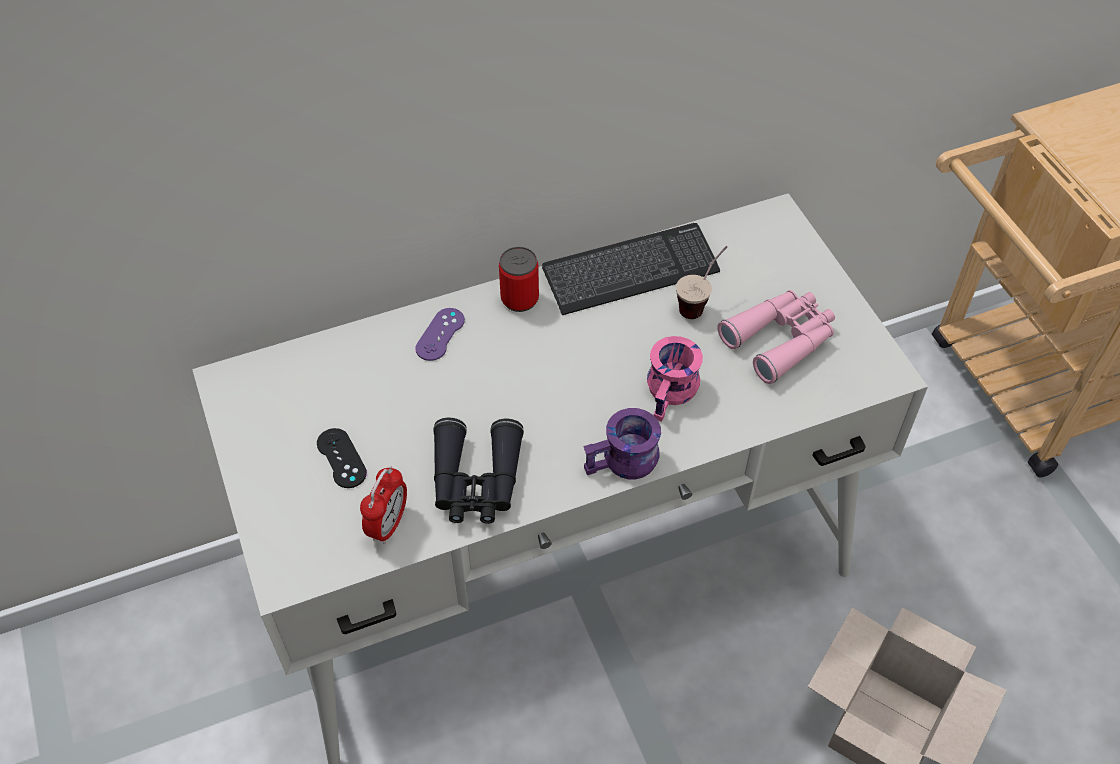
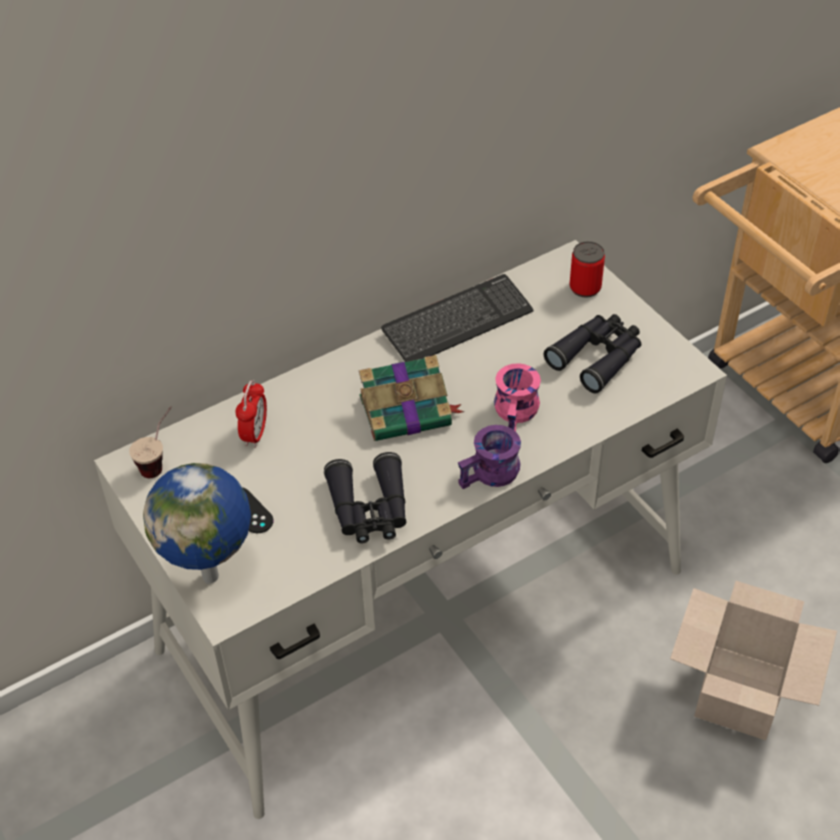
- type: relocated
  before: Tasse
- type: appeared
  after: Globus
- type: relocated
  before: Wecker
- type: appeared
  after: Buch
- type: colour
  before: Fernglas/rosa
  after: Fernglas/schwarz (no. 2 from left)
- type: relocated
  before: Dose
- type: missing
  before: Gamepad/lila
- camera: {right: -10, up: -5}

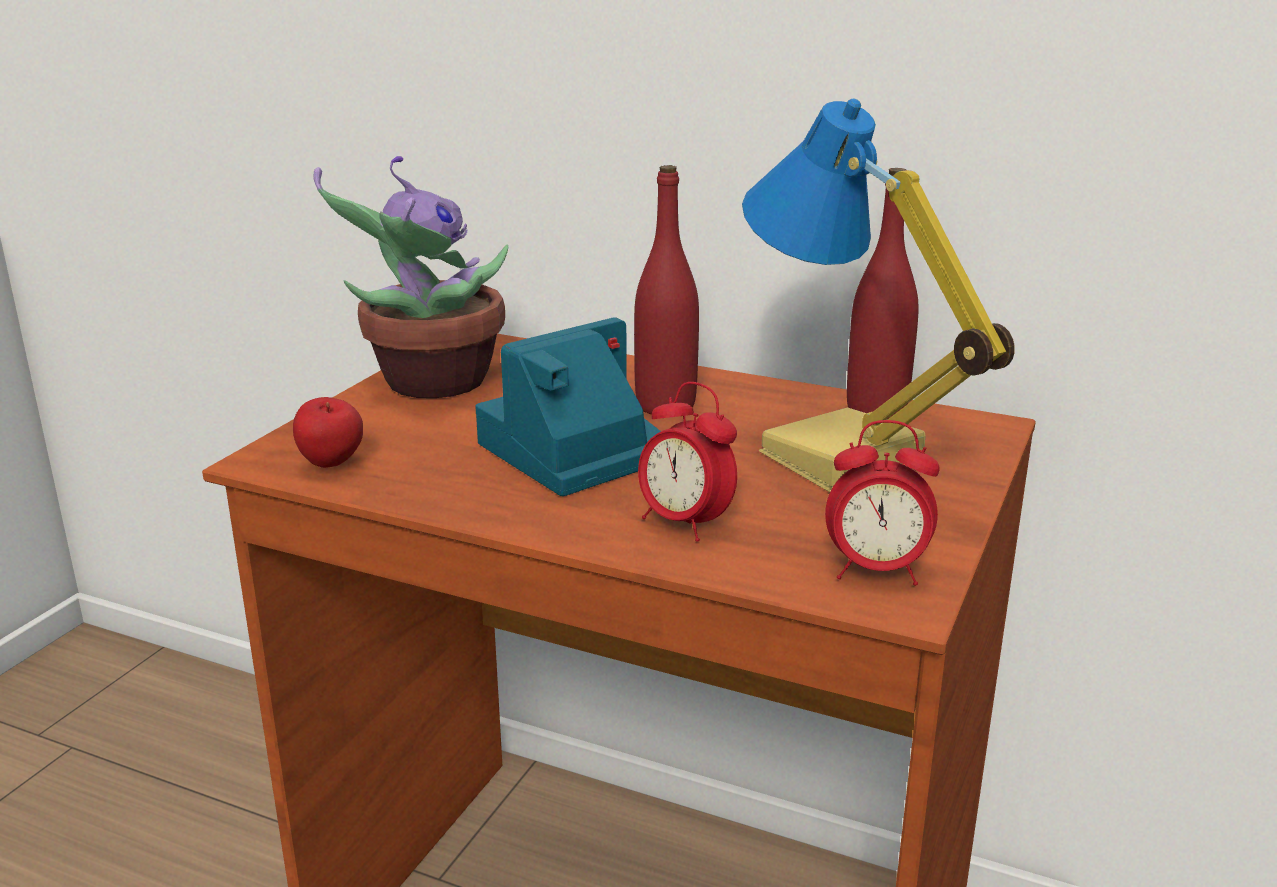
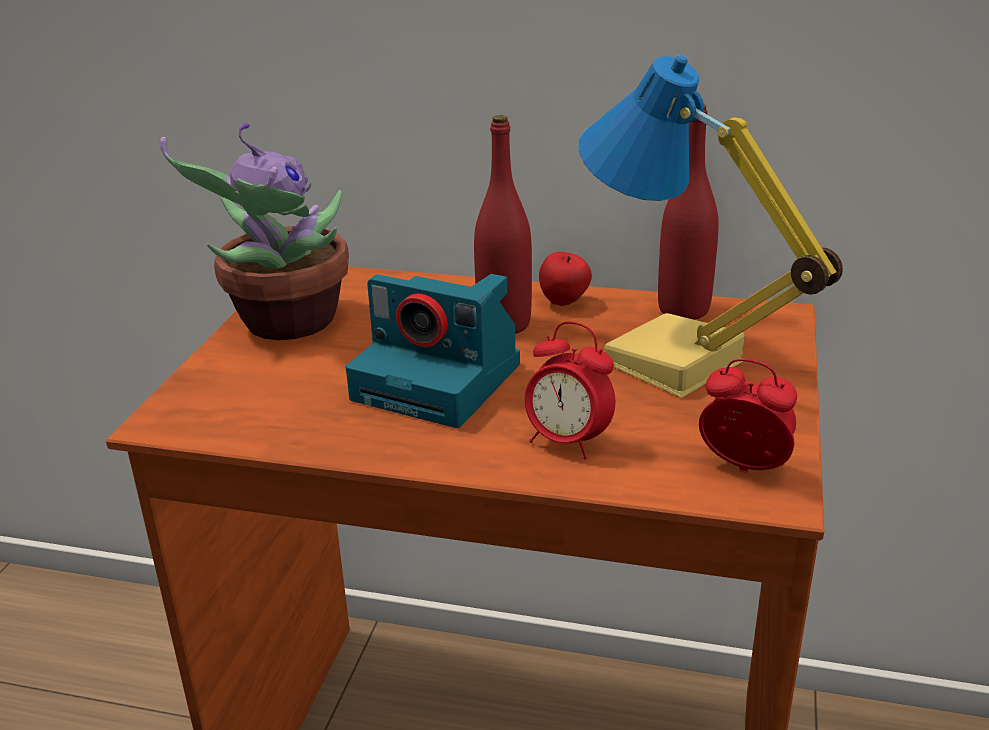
- type: spun
  before: Kamera
  turn: -105
- type: relocated
  before: Apfel
- type: spun
  before: Wecker (no. 2 from left)
  turn: -150
- camera: {right: -10, up: 5}

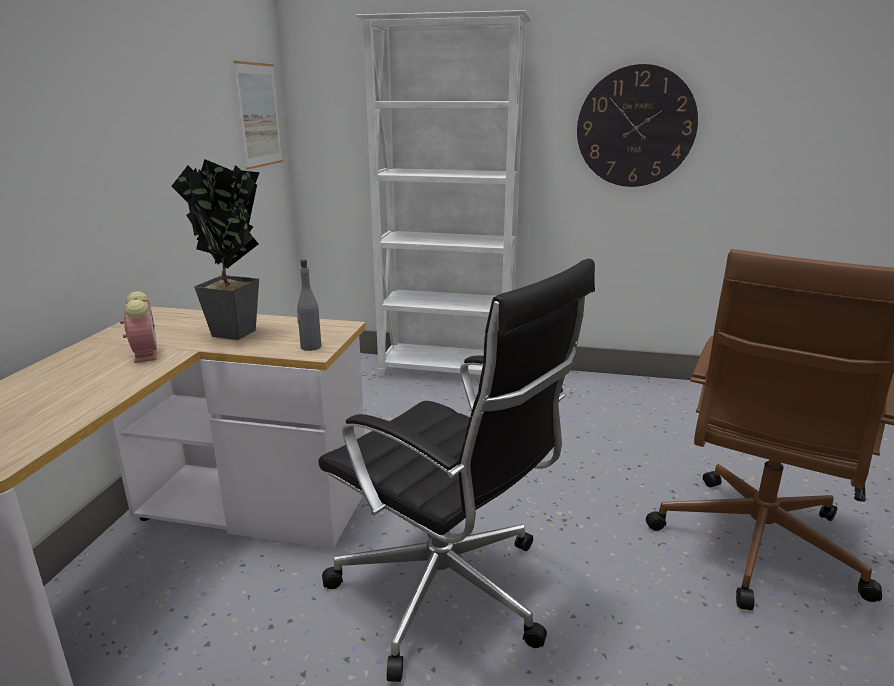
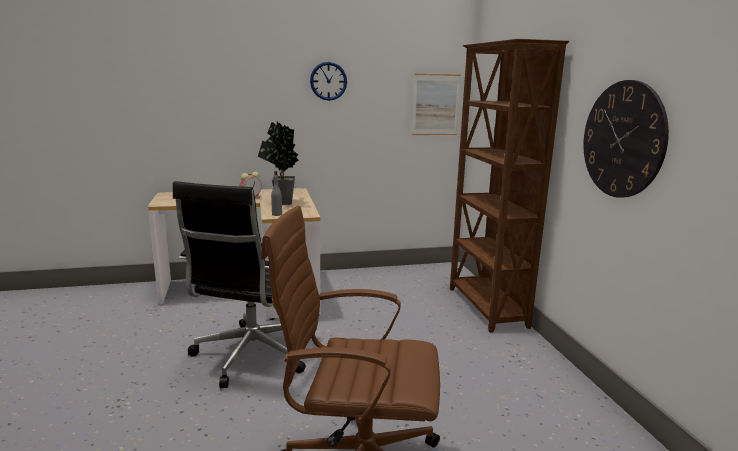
- type: appeared
  after: Wanduhr (no. 1 from left)
- type: colour
  before: Bücherregal/weiß
  after: Bücherregal/braun
- camera: {right: 65, up: -5}

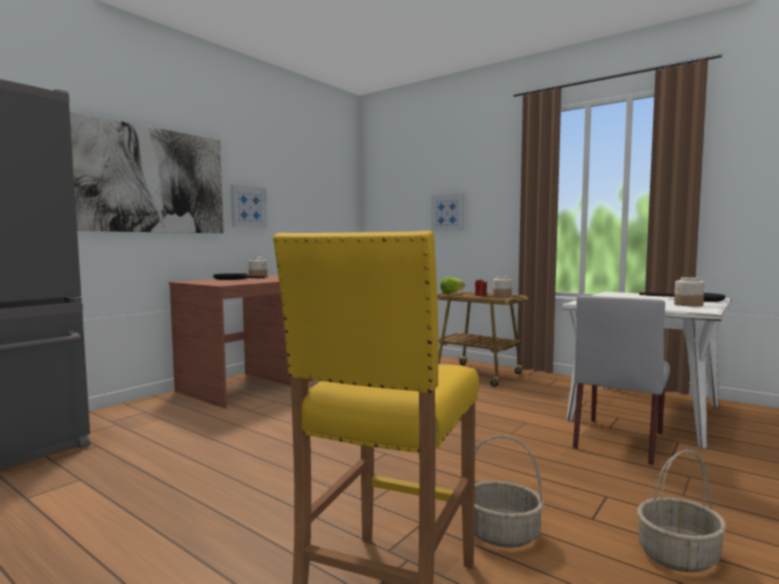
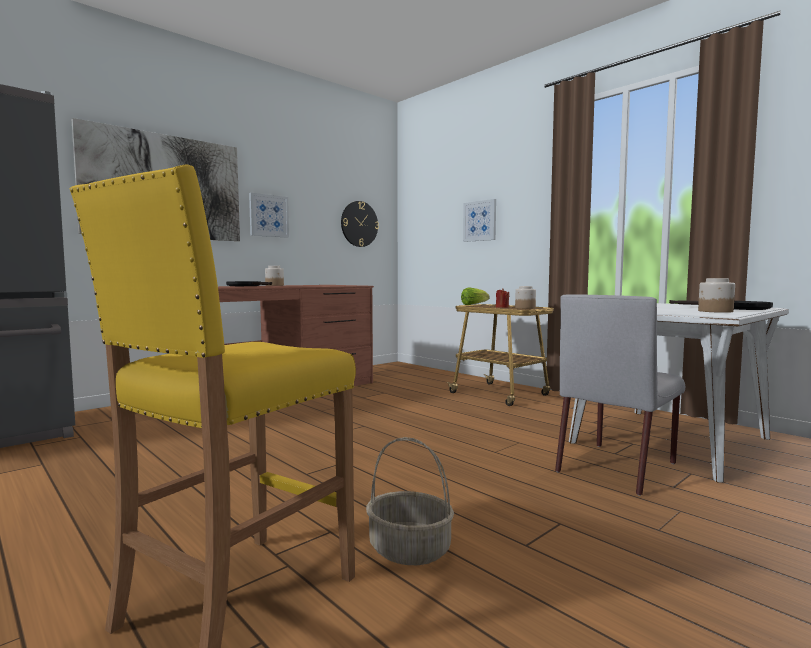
- type: appeared
  after: Wanduhr
- type: missing
  before: Korb (no. 2 from left)
- camera: {right: 10, up: 0}

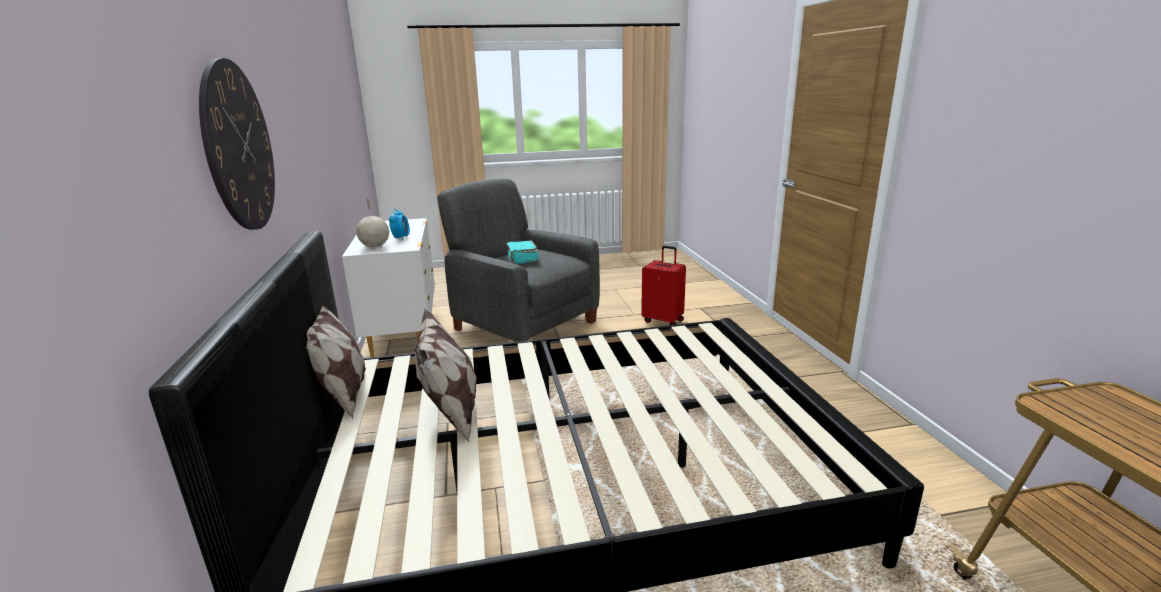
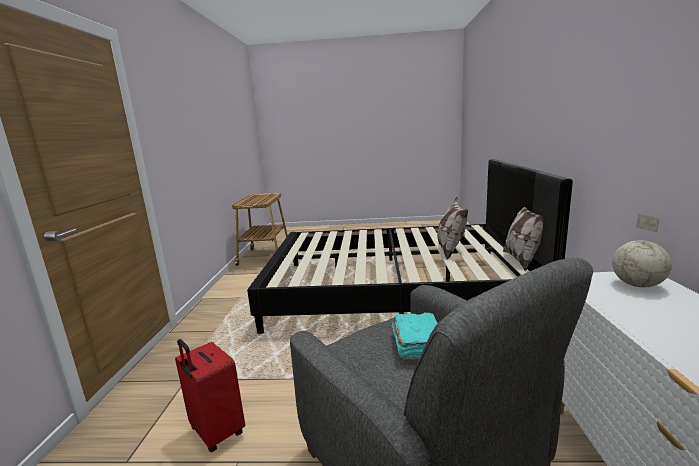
- type: missing
  before: Wanduhr
- type: missing
  before: Wecker
- camera: {right: -165, up: -5}

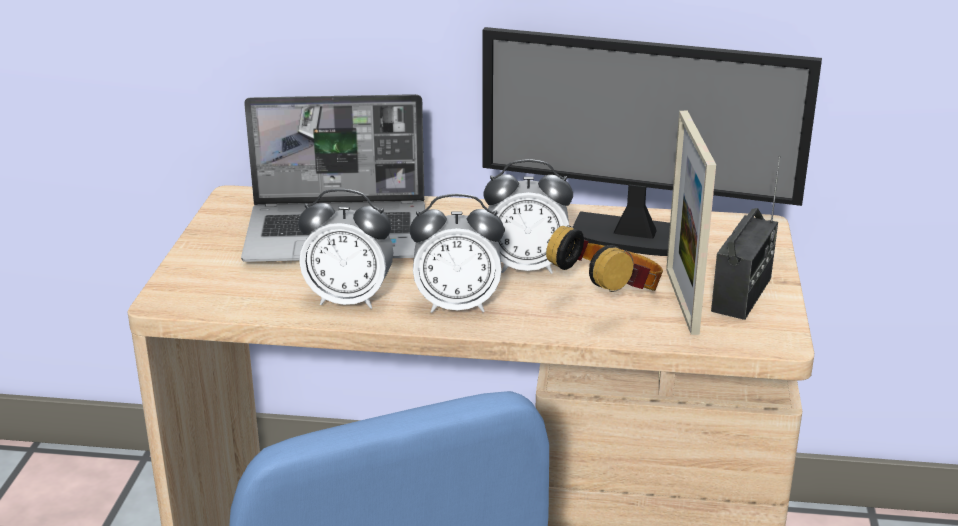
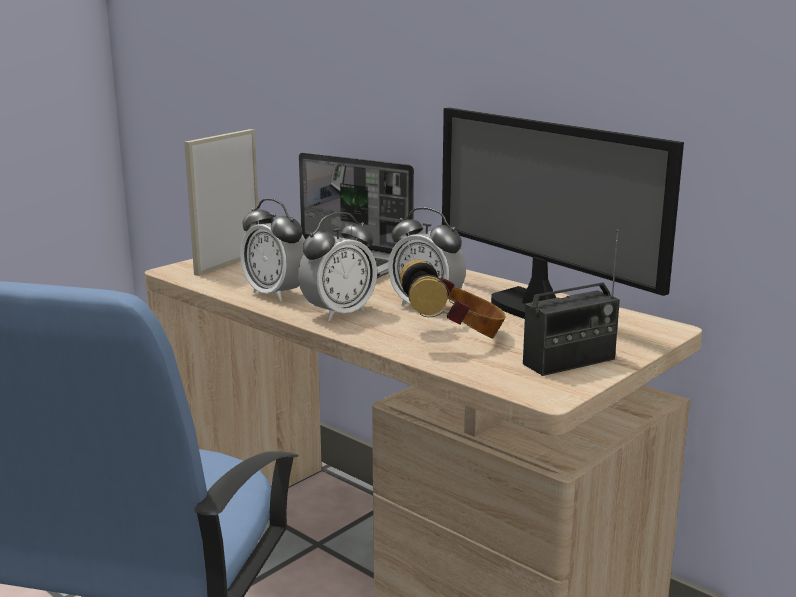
- type: relocated
  before: Bilderrahmen
- type: spun
  before: Wecker (no. 2 from left)
  turn: -75
- camera: {right: 35, up: -10}

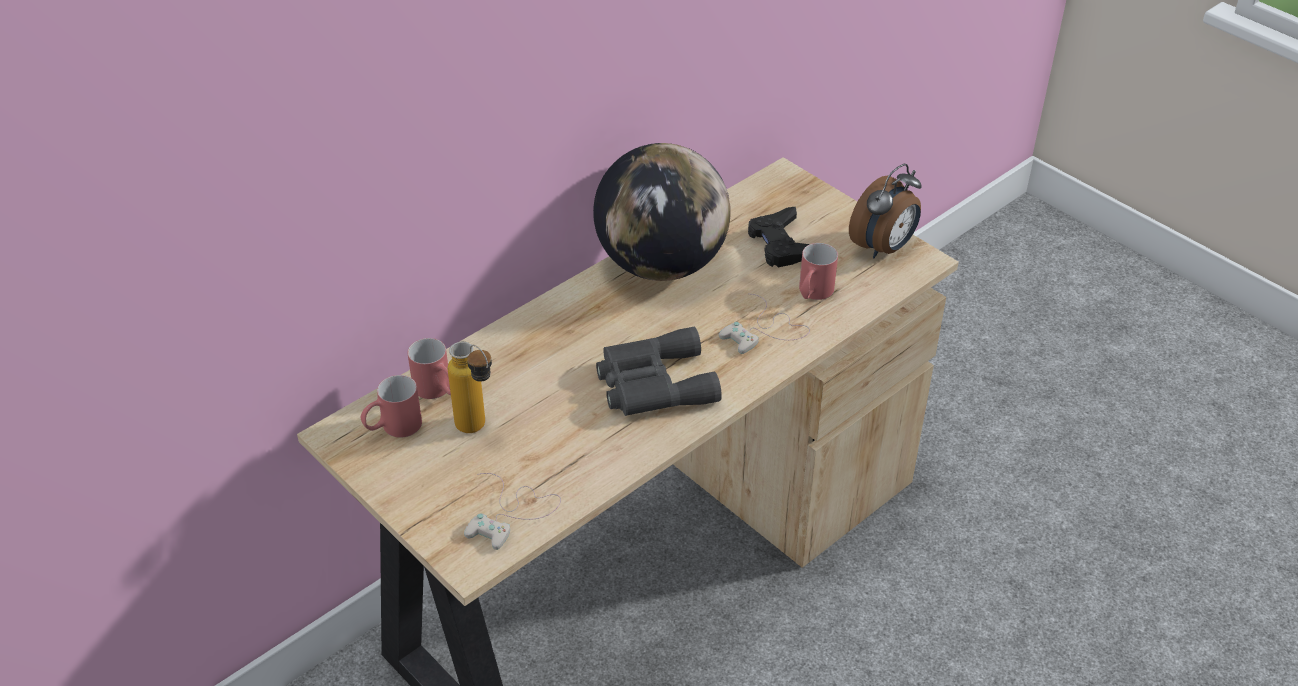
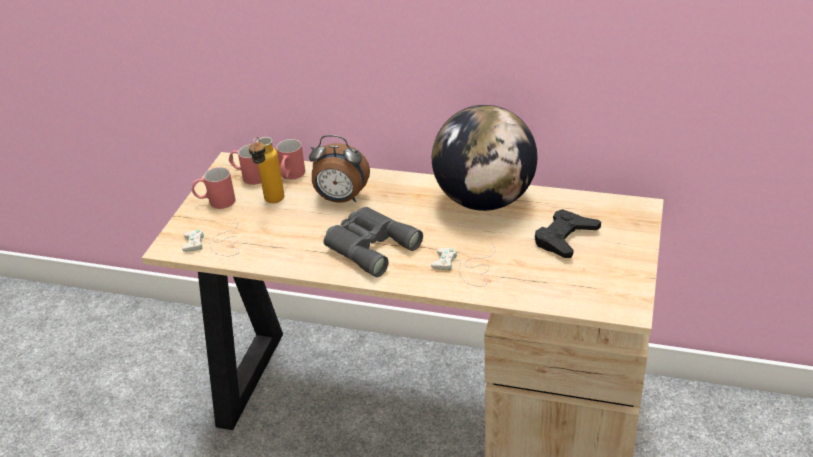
- type: relocated
  before: Henkelbecher/rot (no. 3 from left in the first image)
  after: Henkelbecher/rot (no. 1 from left)
- type: relocated
  before: Wecker
- camera: {right: 60, up: -5}

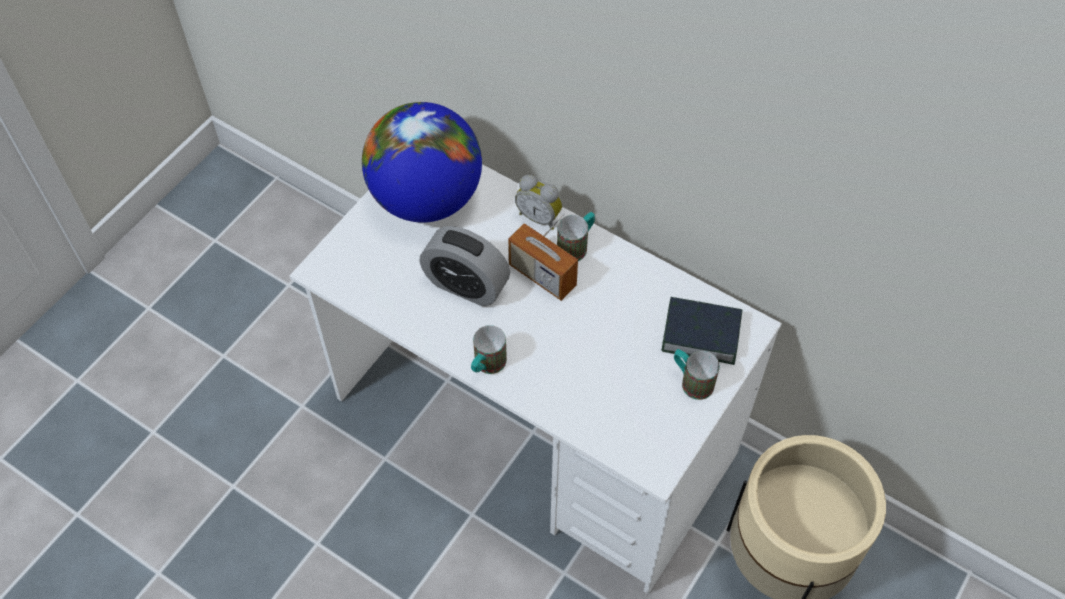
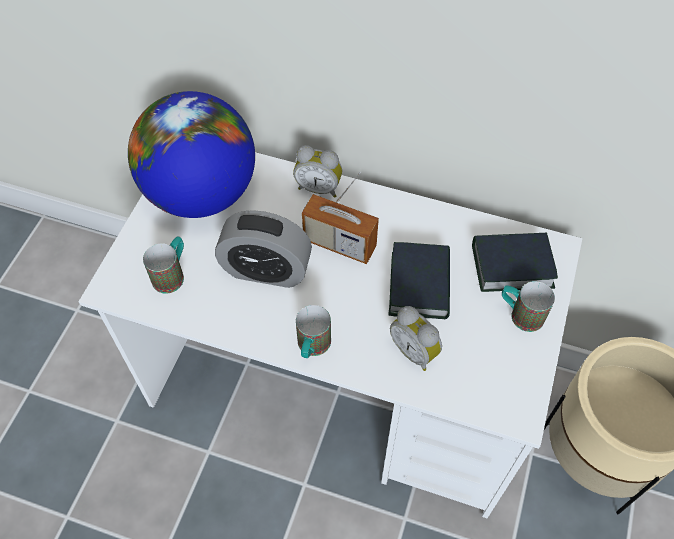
- type: relocated
  before: Henkelbecher (no. 2 from left in the first image)
  after: Henkelbecher (no. 1 from left)
- type: appeared
  after: Buch (no. 1 from left)
- type: appeared
  after: Wecker (no. 3 from left)
- camera: {right: -15, up: 0}

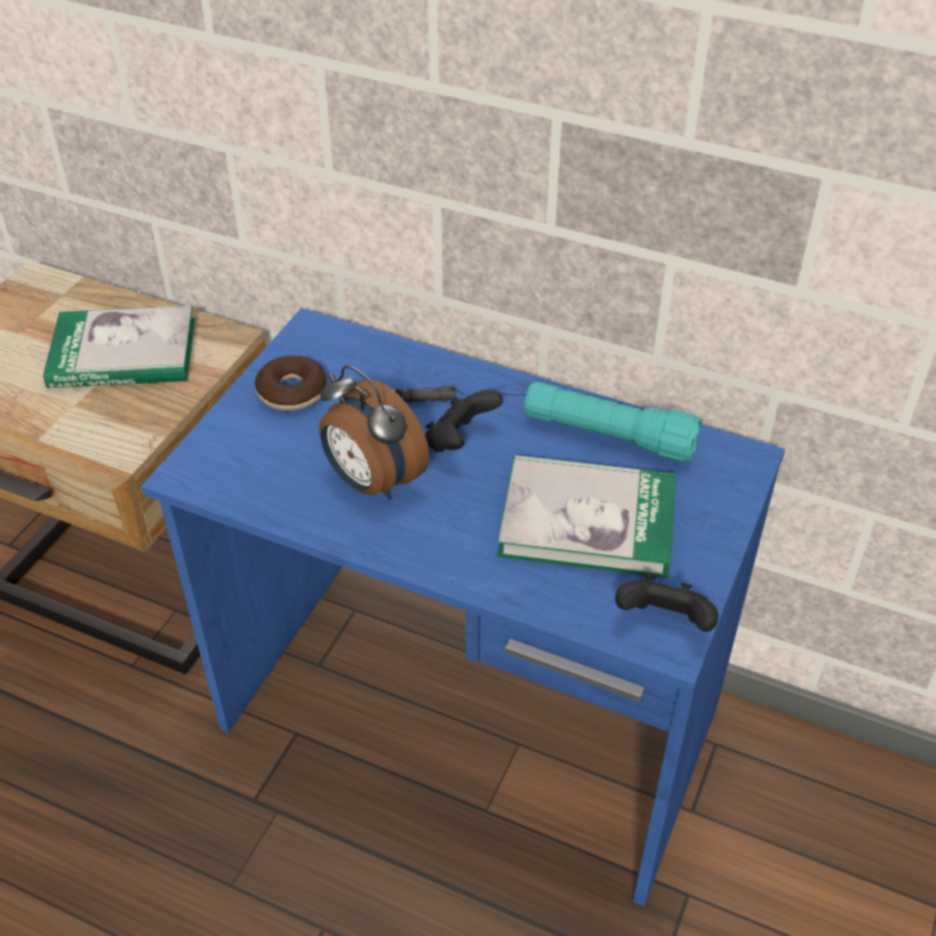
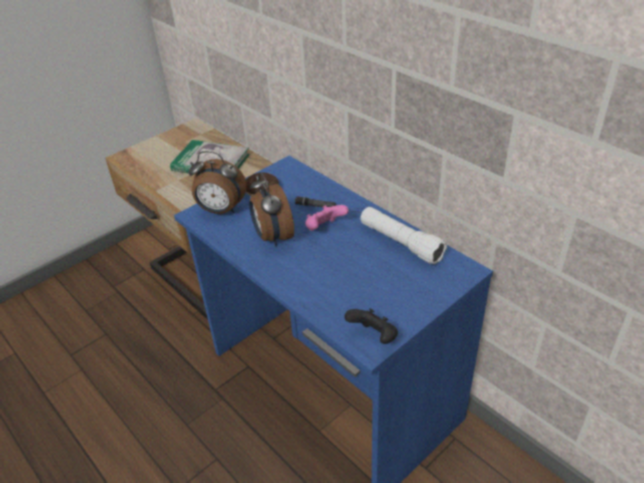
- type: appeared
  after: Wecker (no. 1 from left)
- type: colour
  before: Gamepad/schwarz (no. 1 from left)
  after: Gamepad/rosa
- type: colour
  before: Taschenlampe/türkis
  after: Taschenlampe/weiß
- type: missing
  before: Buch (no. 2 from left)
- camera: {right: 25, up: -5}

